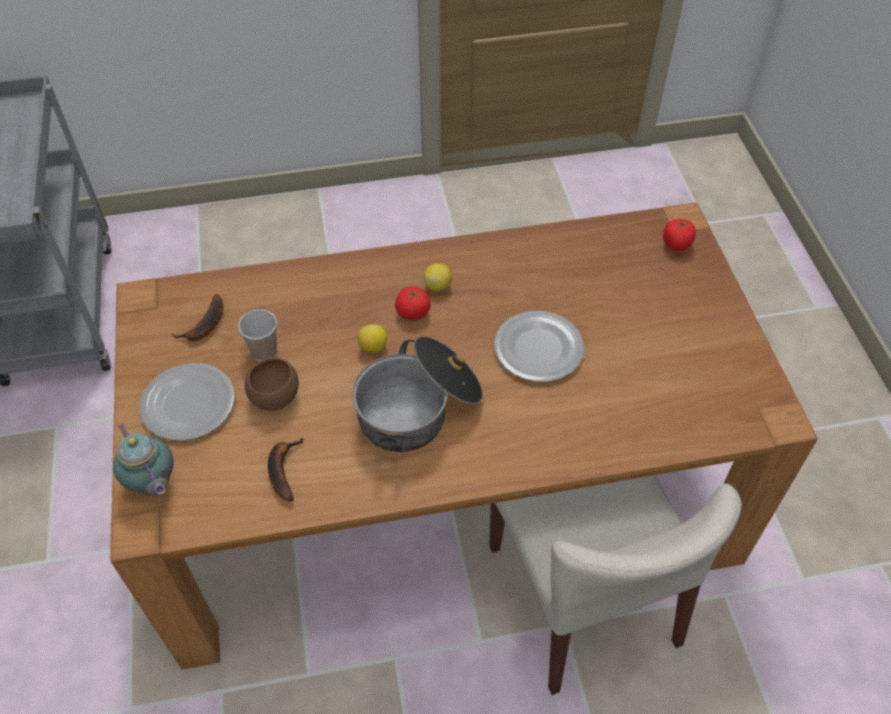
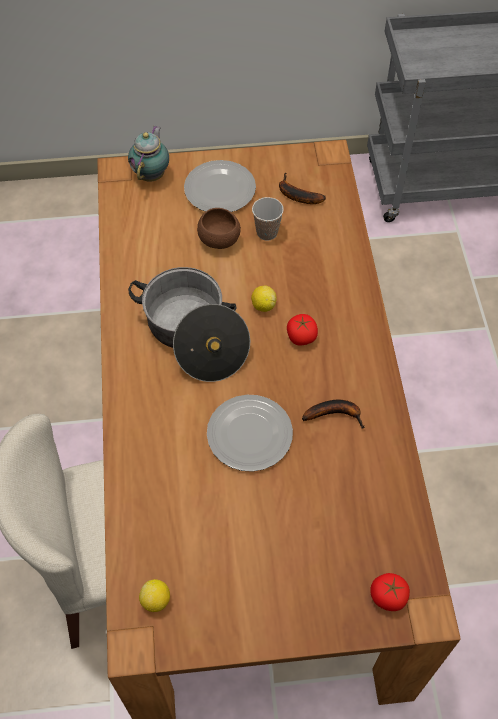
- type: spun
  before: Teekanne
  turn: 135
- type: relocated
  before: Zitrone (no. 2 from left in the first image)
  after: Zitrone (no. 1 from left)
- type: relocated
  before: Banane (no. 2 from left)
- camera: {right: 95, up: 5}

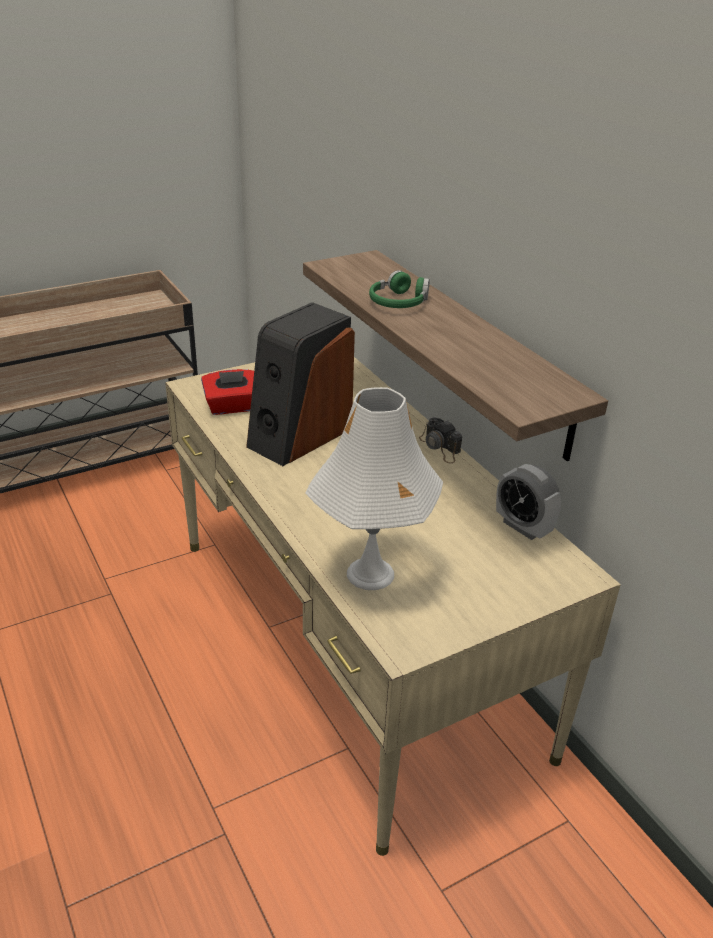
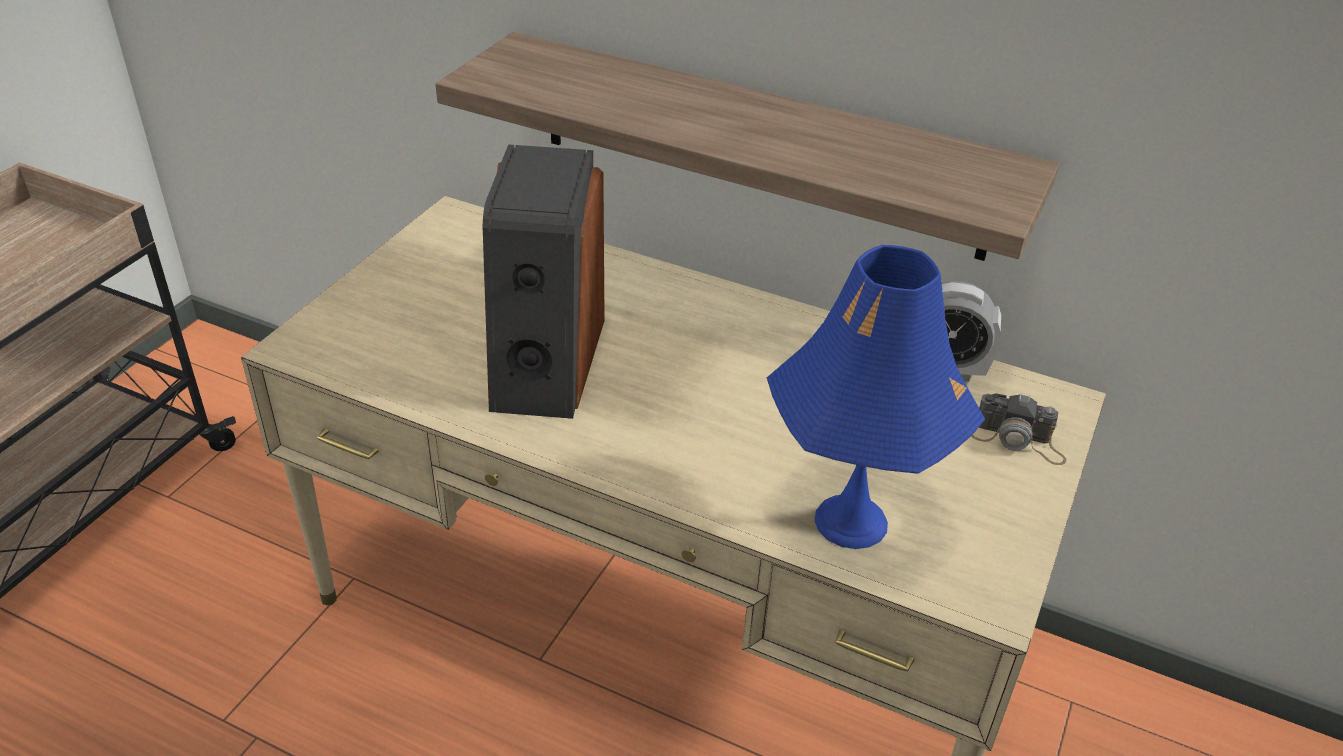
- type: colour
  before: Tischlampe/weiß
  after: Tischlampe/blau
- type: relocated
  before: Kamera
- type: missing
  before: Taschentuchbox/rot
- type: missing
  before: Kopfhörer/grün
- camera: {right: -35, up: 5}

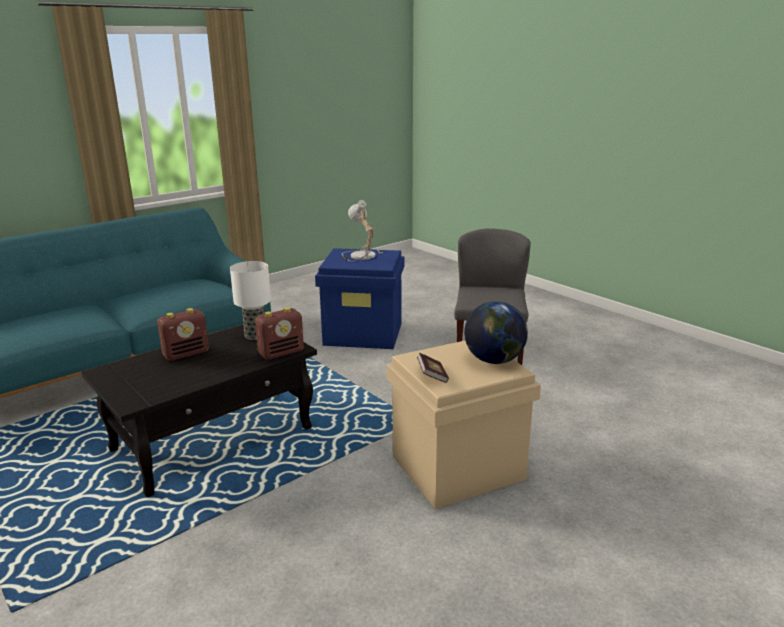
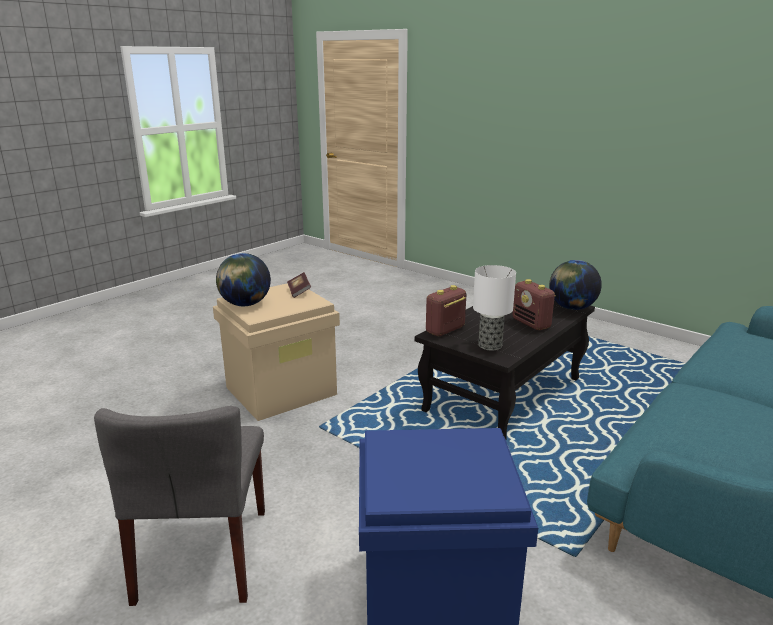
- type: spun
  before: Radio (no. 1 from left in the first image)
  turn: -75
- type: appeared
  after: Globus (no. 2 from left)
- type: missing
  before: Tischlampe (no. 2 from left)
- camera: {right: 170, up: 0}

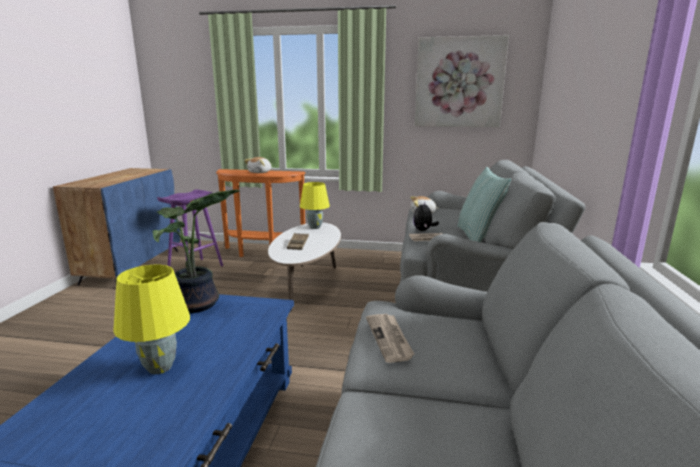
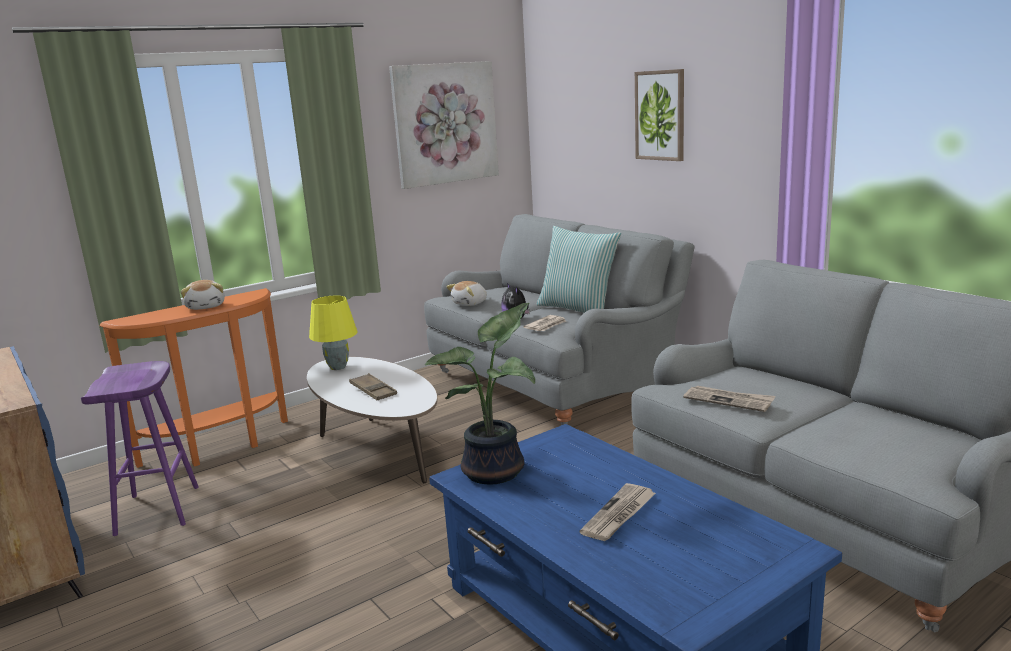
- type: exchanged
  before: Tischlampe/gelb (no. 1 from left)
  after: Zeitung (no. 2 from left)
- type: appeared
  after: Bild (no. 2 from left)
- camera: {right: -45, up: 0}

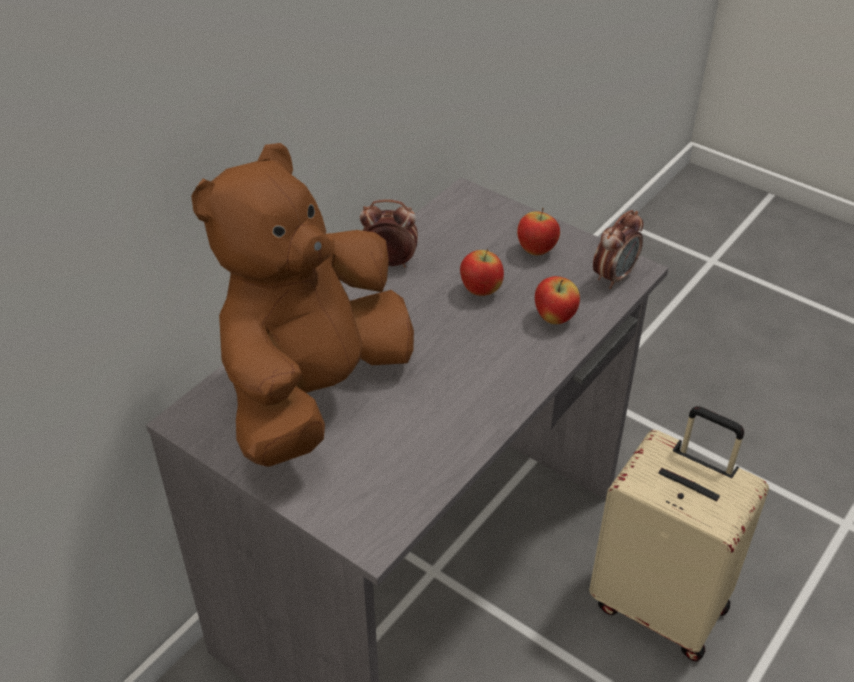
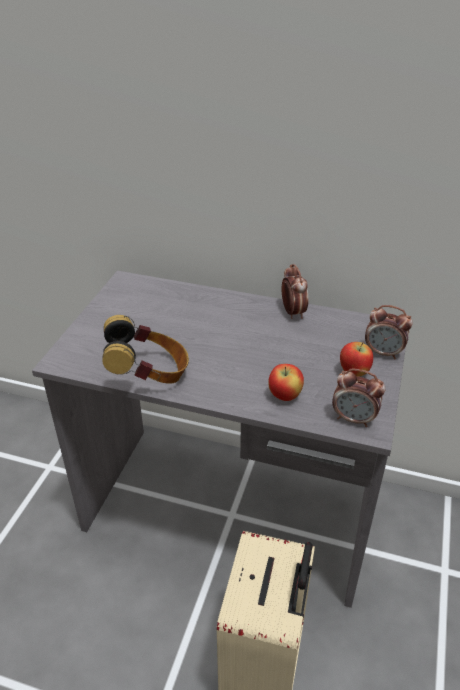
- type: appeared
  after: Kopfhörer
- type: appeared
  after: Wecker (no. 3 from left)
- type: missing
  before: Plüschtier/braun
- type: missing
  before: Apfel (no. 1 from left)
- camera: {right: 70, up: -5}

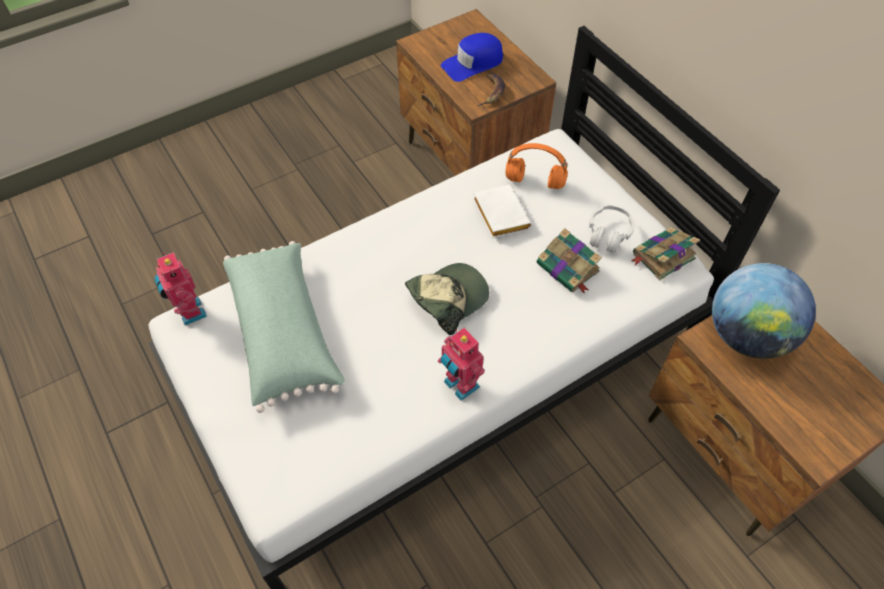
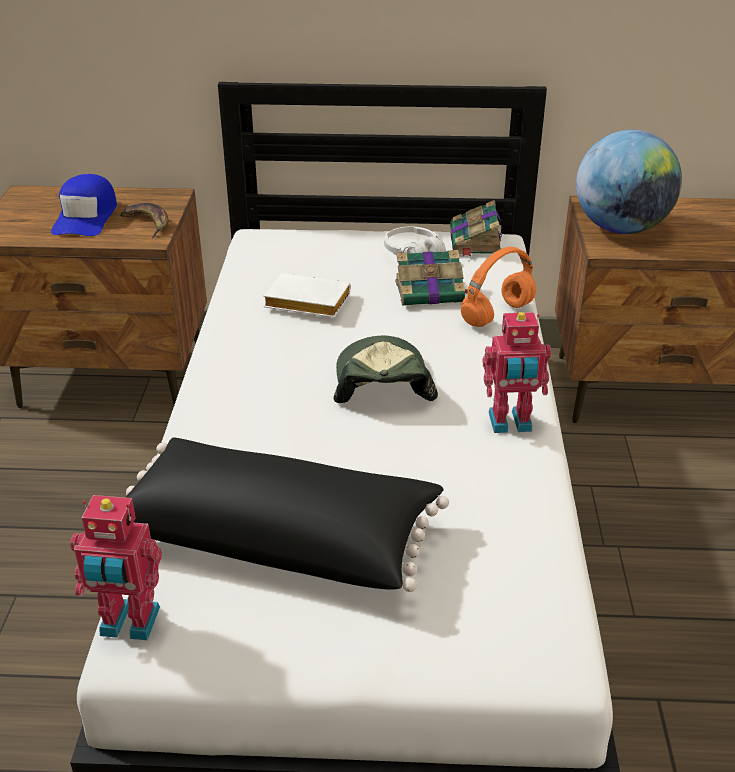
- type: colour
  before: Kissen/grün
  after: Kissen/schwarz
- type: relocated
  before: Kopfhörer/orange
- camera: {right: -55, up: -20}

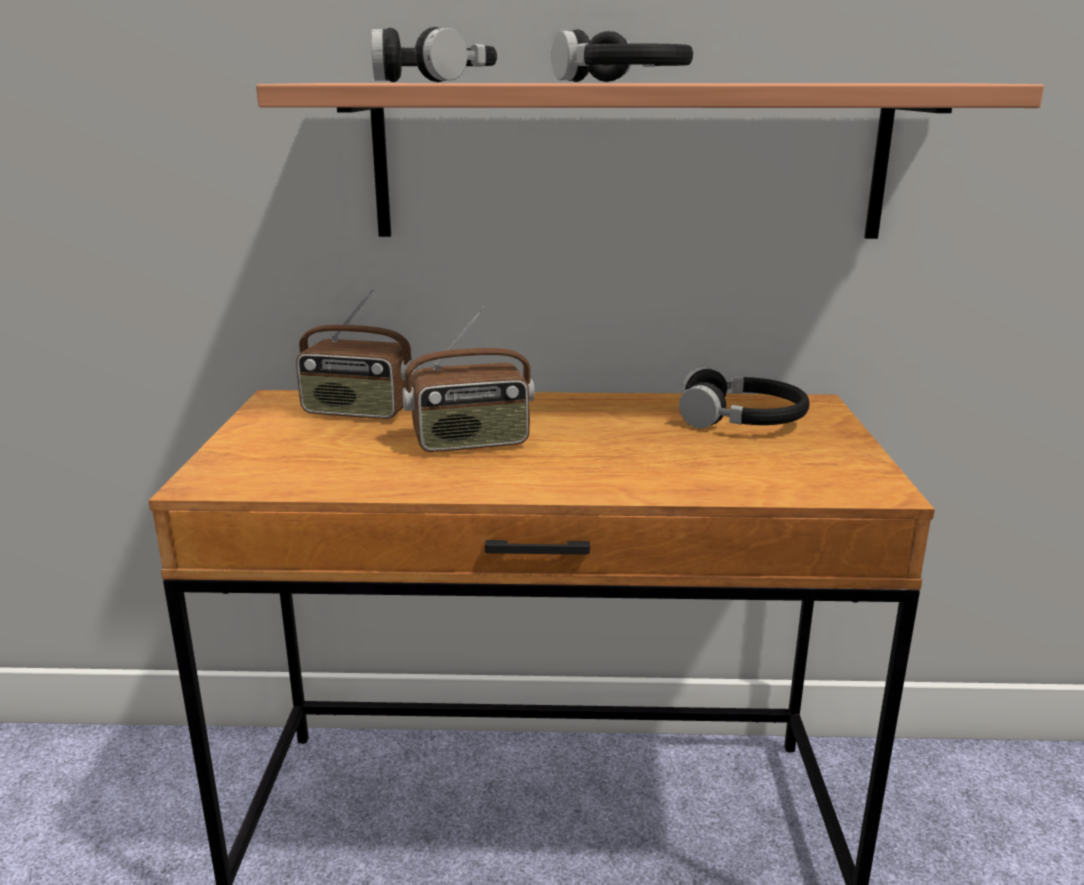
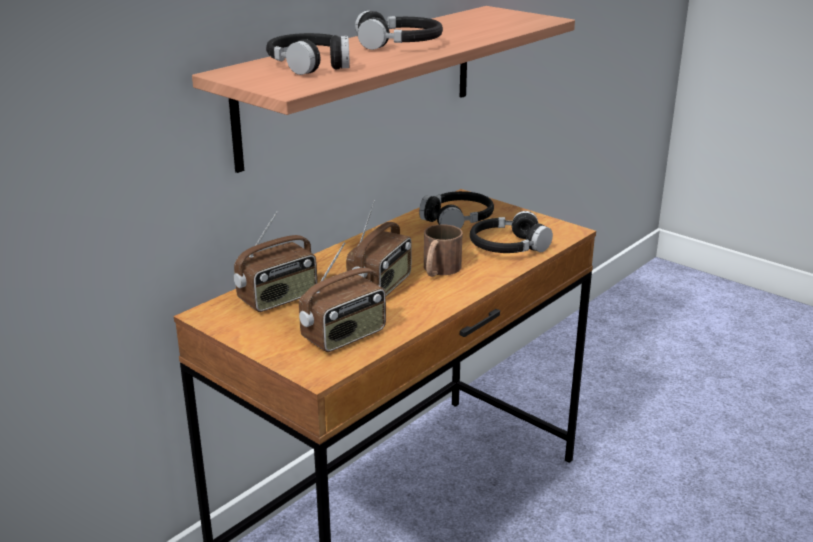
- type: appeared
  after: Radio (no. 2 from left)
- type: appeared
  after: Henkelbecher/braun
- type: appeared
  after: Kopfhörer/schwarz (no. 4 from left)
- camera: {right: -50, up: 5}

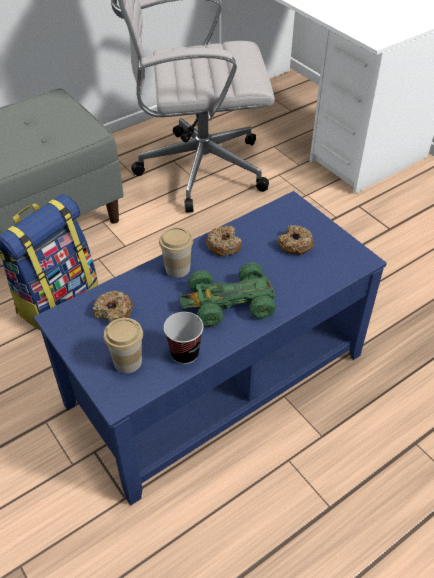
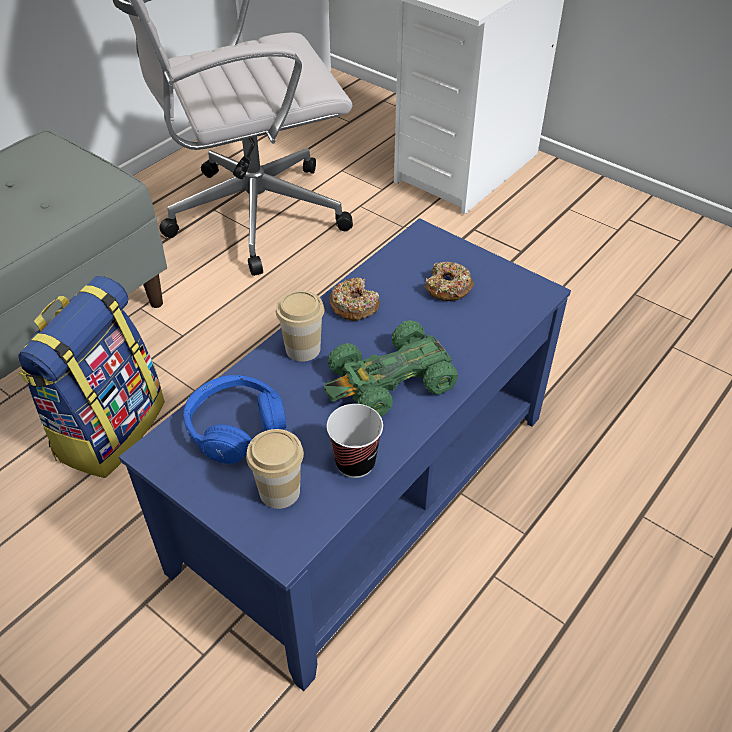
- type: exchanged
  before: Donut (no. 1 from left)
  after: Kopfhörer/blau
- camera: {right: -15, up: 0}

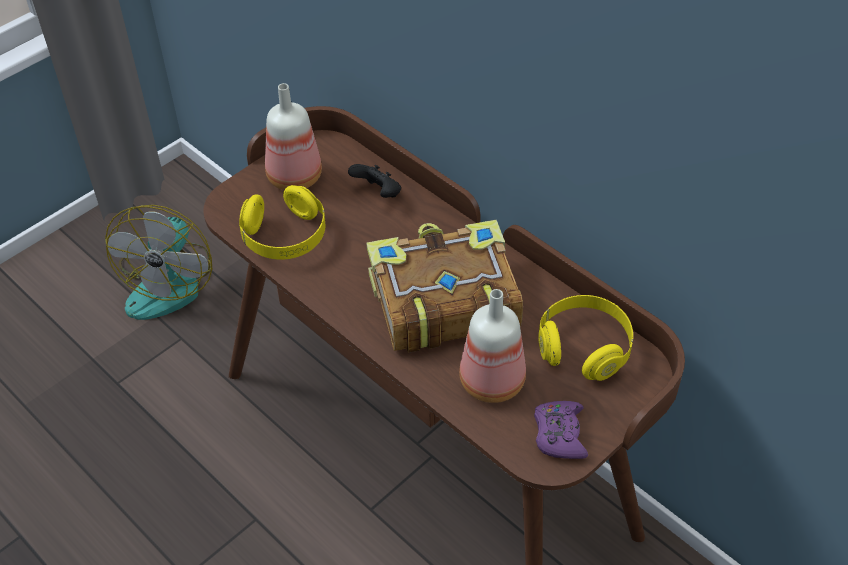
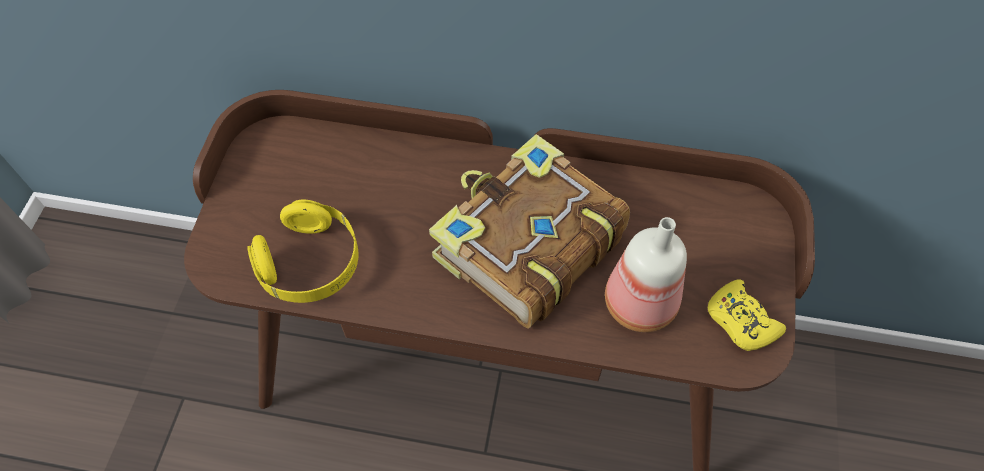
- type: colour
  before: Gamepad/lila
  after: Gamepad/gelb
- type: missing
  before: Ventilator
- type: missing
  before: Flasche (no. 1 from left)
- type: missing
  before: Gamepad/schwarz
- type: missing
  before: Kopfhörer/gelb (no. 2 from left)
- camera: {right: -35, up: 10}

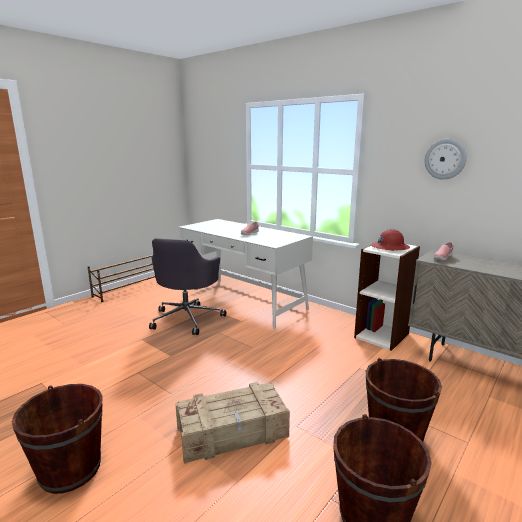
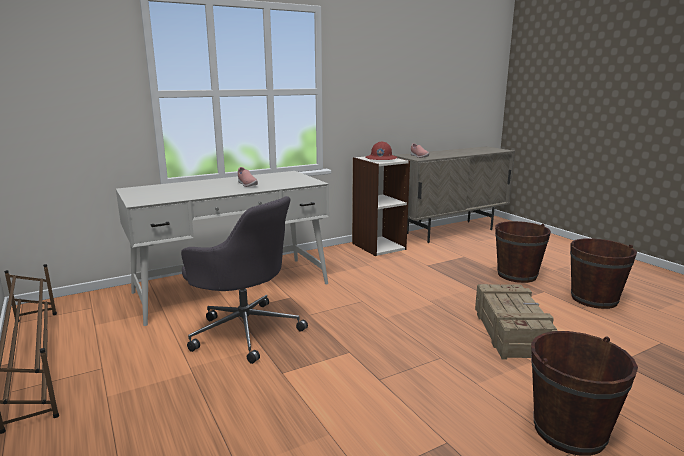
- type: missing
  before: Wanduhr
- camera: {right: -70, up: 0}

